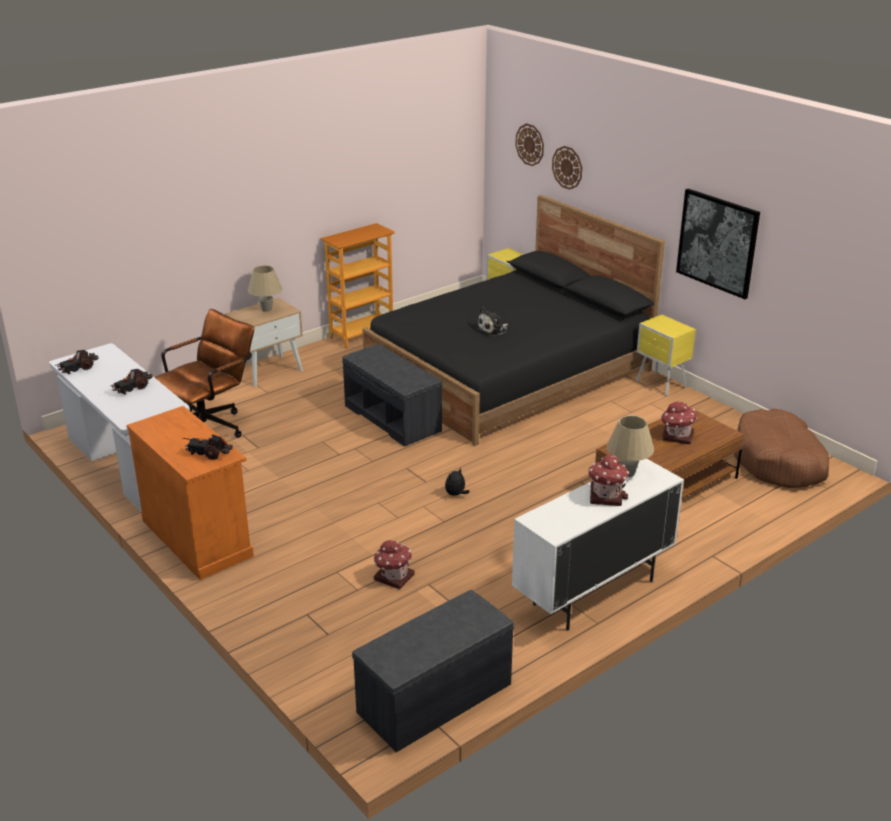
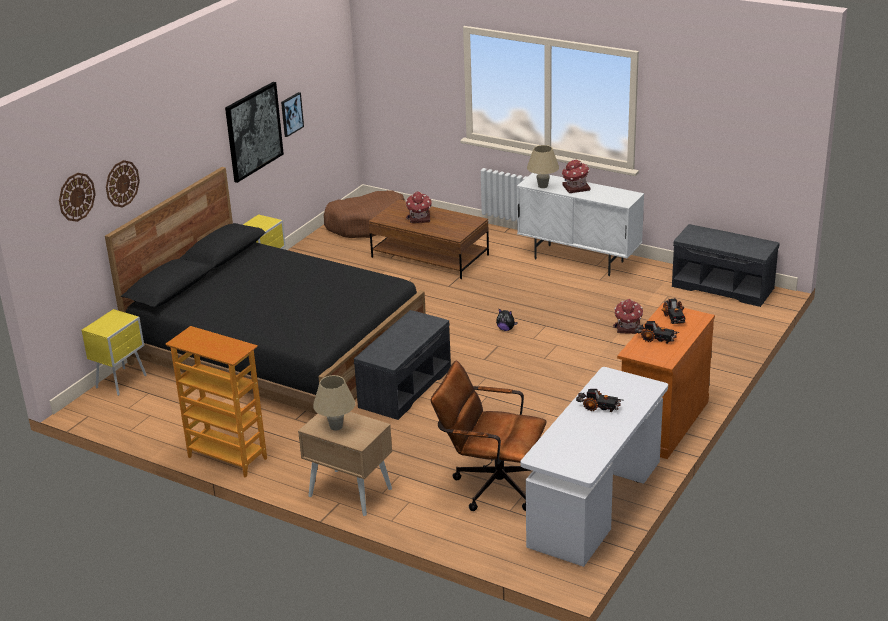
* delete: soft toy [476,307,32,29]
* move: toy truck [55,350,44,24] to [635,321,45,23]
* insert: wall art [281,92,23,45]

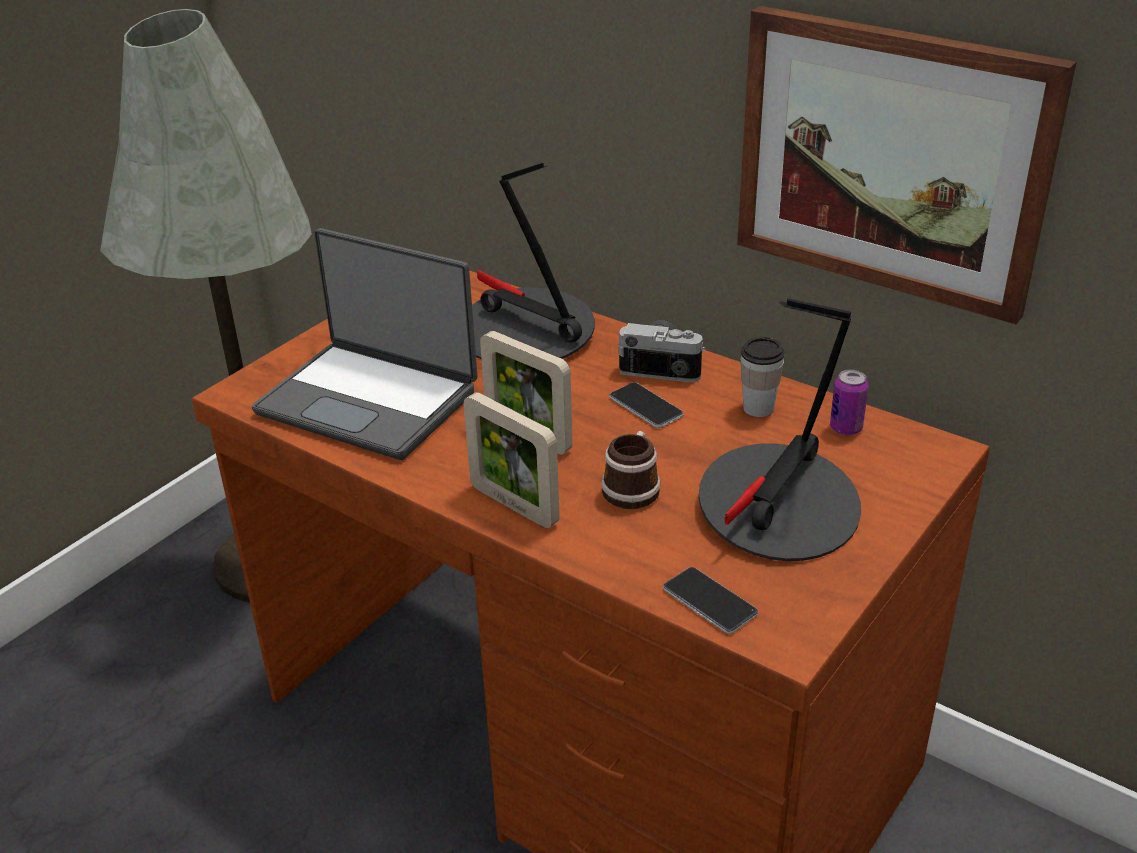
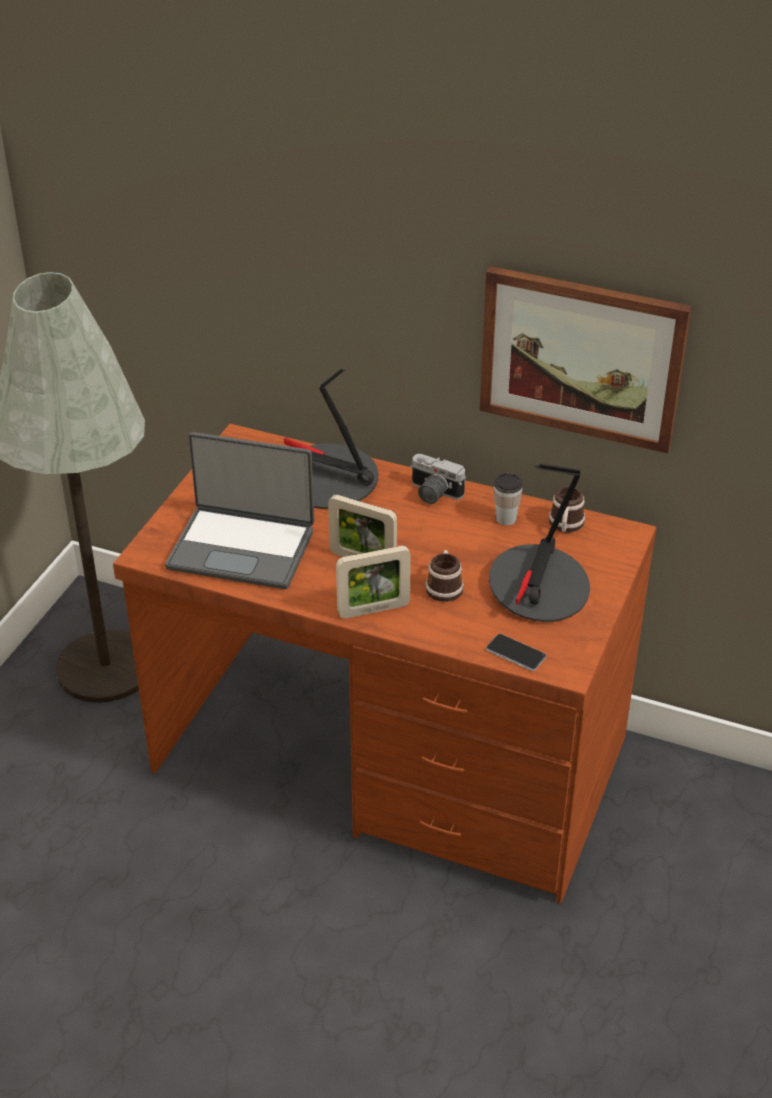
* rotate: photo camera [618,320,88,62] = [410,454,56,50] 150 degrees counterclockwise
* replace: metal can [830,369,39,66] to tea mug [549,487,36,46]
* delete: telephone [609,382,75,46]
* rotate: photo frame [464,392,96,136] = [336,546,75,73] 45 degrees counterclockwise

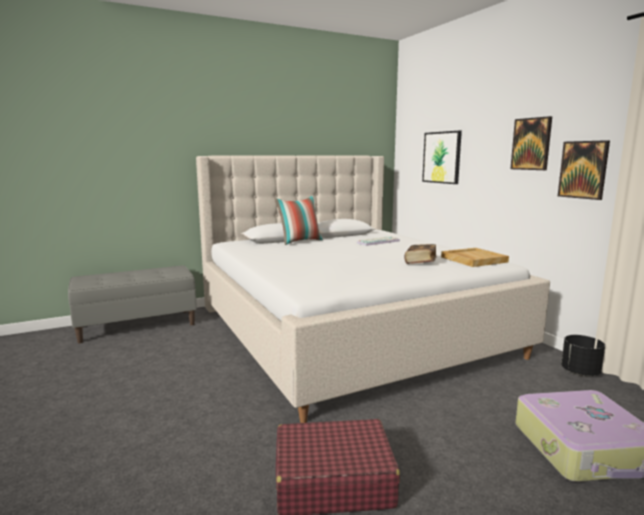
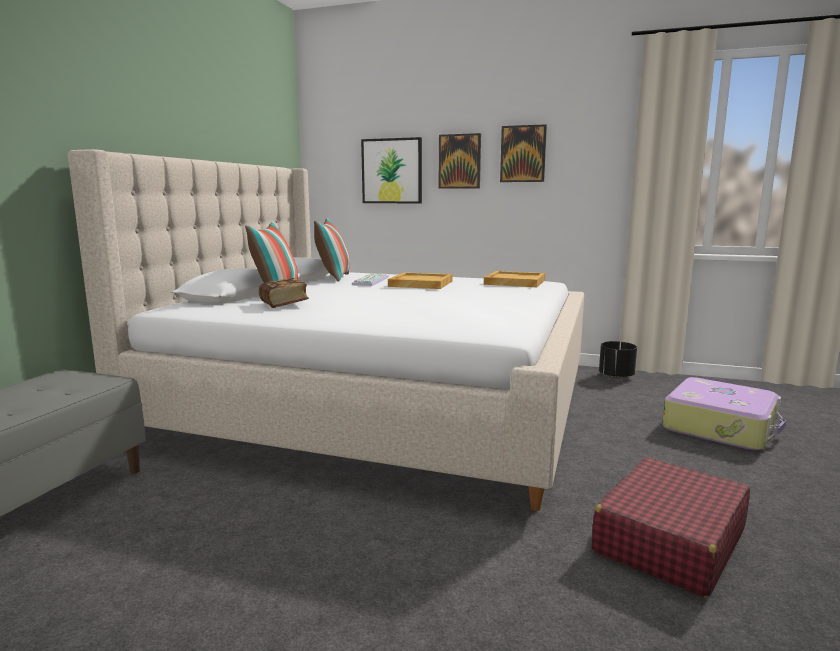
* move: wall art [558,140,52,60] to [439,133,42,56]
* move: volume [404,244,33,20] to [259,278,50,30]
* insert: pillow [314,218,36,64]
* insert: serving tray in beige-coloured [388,272,65,17]

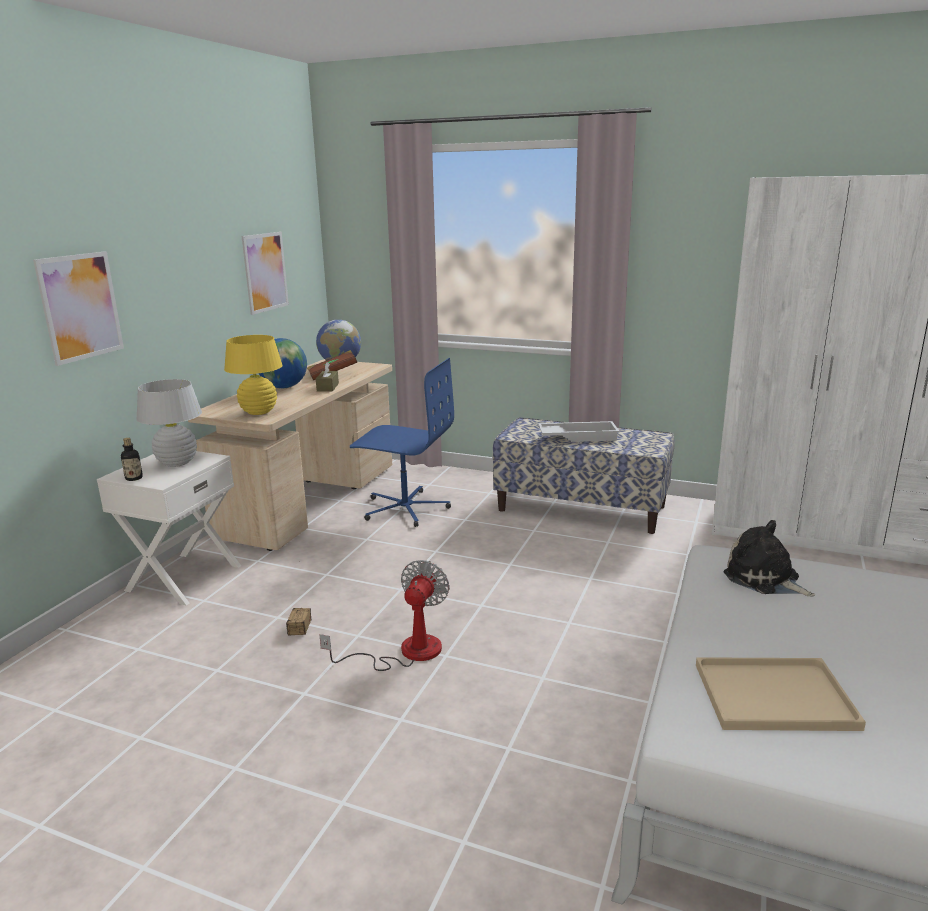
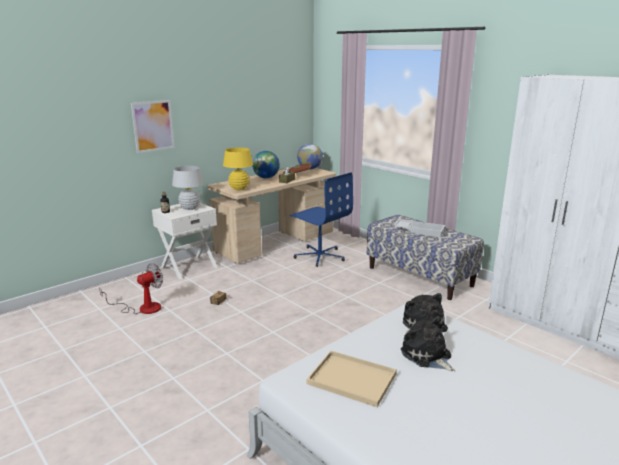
* delete: wall art [242,232,47,83]
* move: fan [319,560,131,111] to [99,263,64,51]
* insert: soft toy [401,316,54,55]

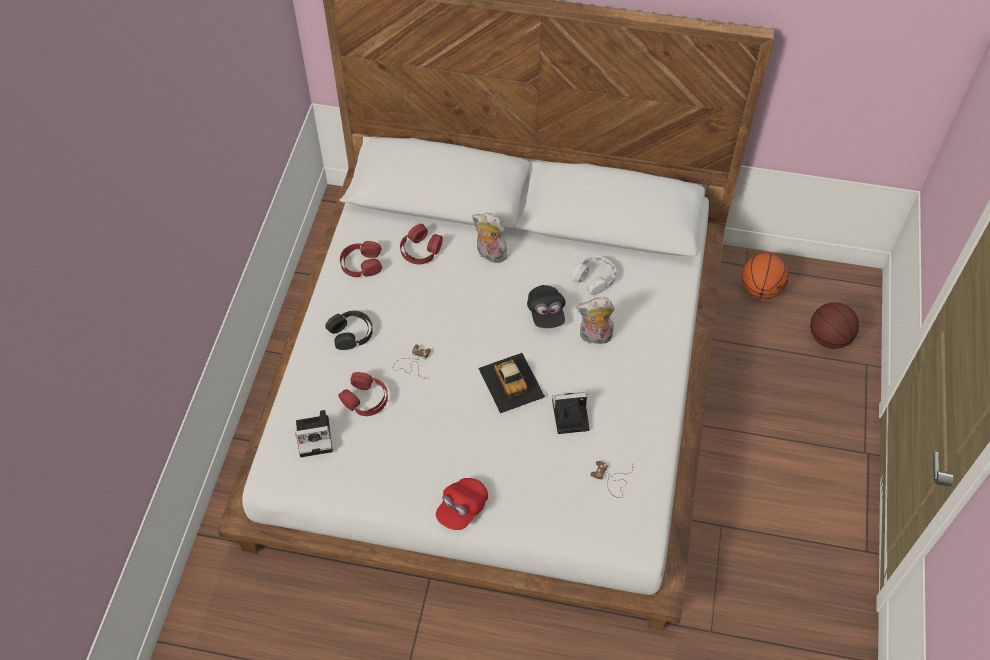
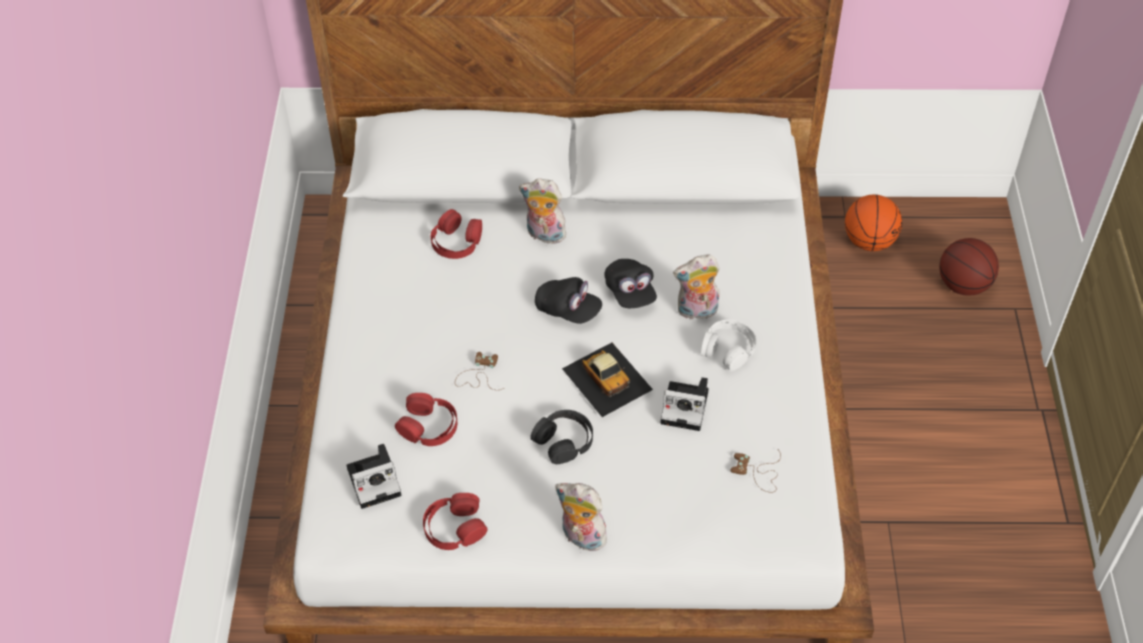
* move: pair of headphones in red [340,241,42,36] to [423,493,65,57]
* move: pair of headphones in whitish [572,256,44,39] to [701,320,56,51]
* move: pair of headphones in blackish [325,311,48,39] to [530,410,63,54]
* rotate: photo camera [552,392,38,42] = [661,377,48,54] 150 degrees counterclockwise
* replace: baseball cap in red [436,478,52,52] to soft toy [555,483,54,68]
* insert: baseball cap in blackish [535,277,67,47]

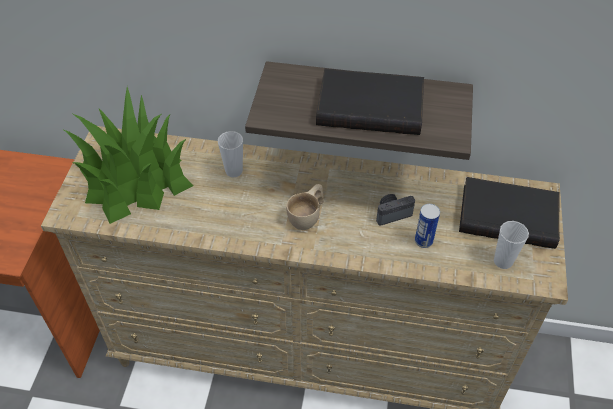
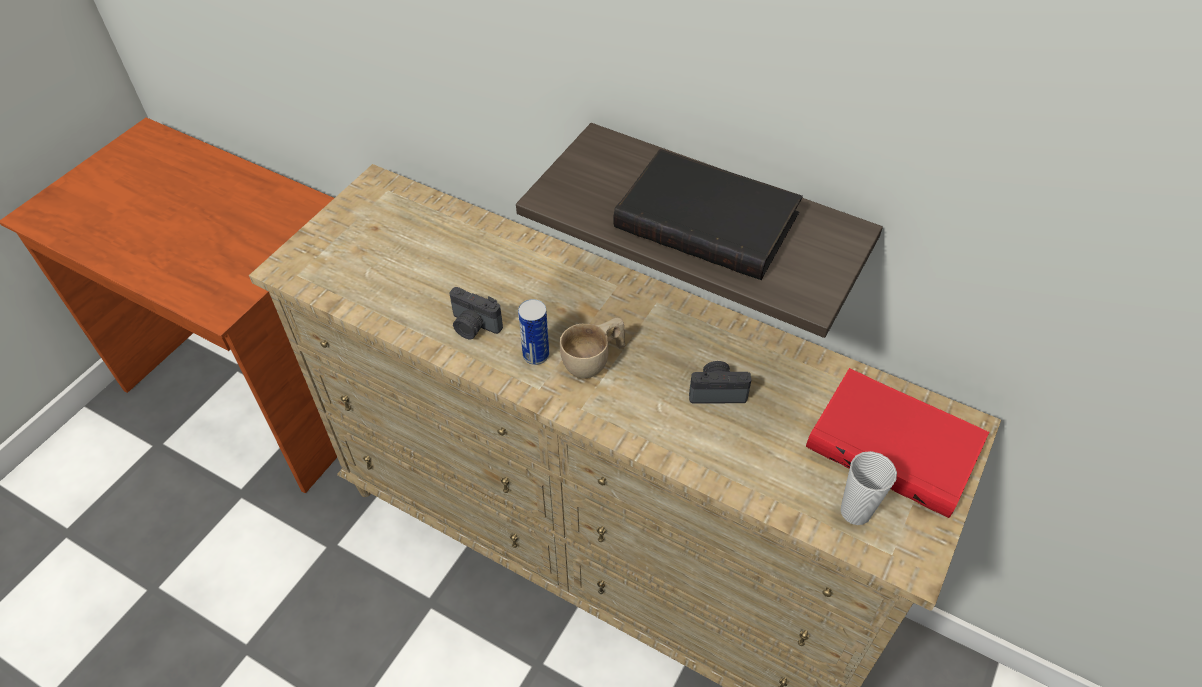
* delete: plant in a pot [64,87,129,137]
* delete: small cup [218,131,25,46]
* recolor: volume in blackish [459,177,101,72] to volume in red [806,368,183,150]
* move: metal can [415,204,25,44] to [518,299,31,66]
* insert: photo camera [449,287,54,52]

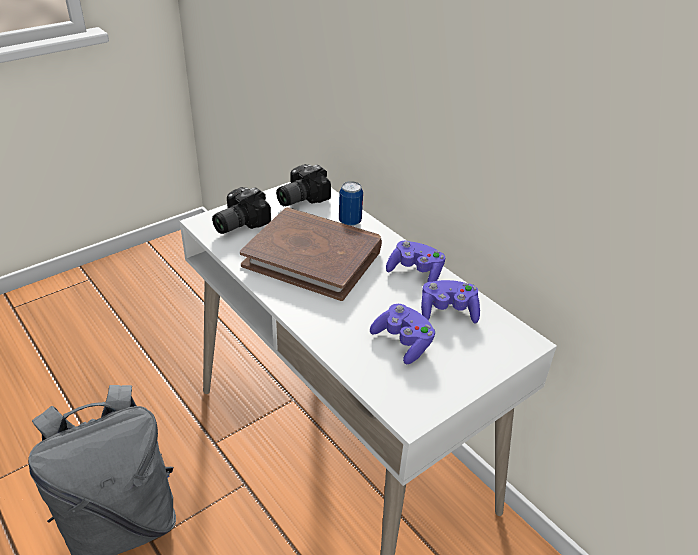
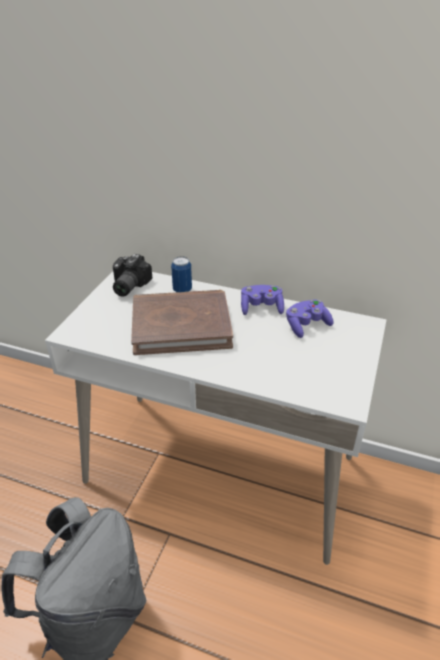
* delete: photo camera [212,187,59,47]
* delete: joypad in purple [370,304,65,60]

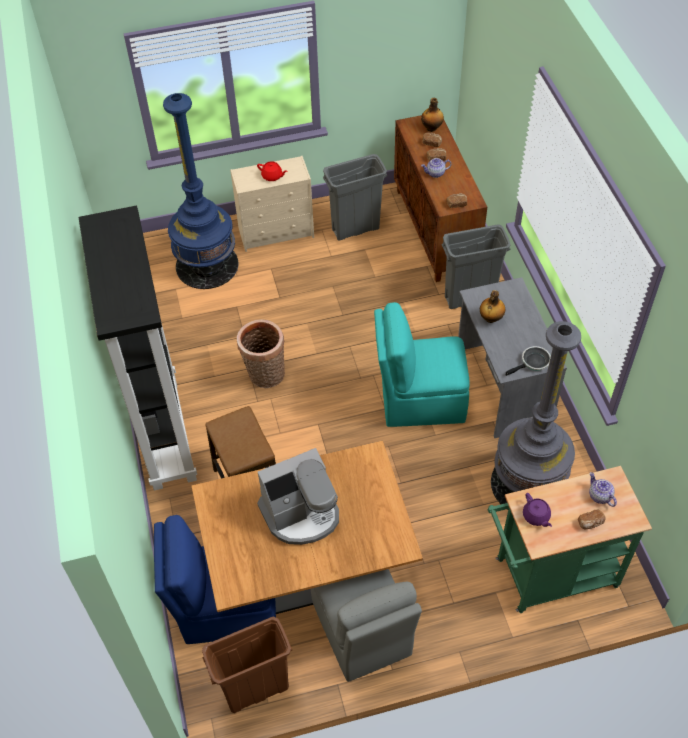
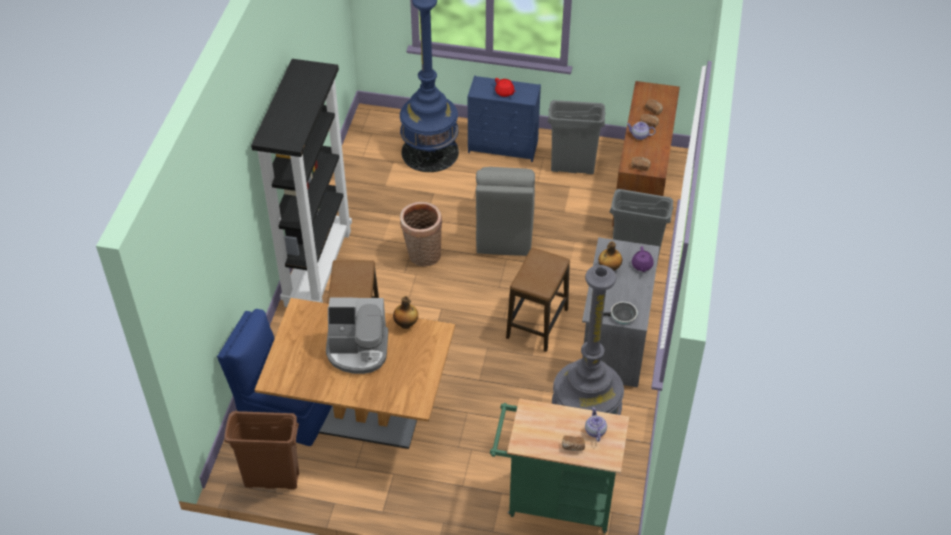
* move: beverage bottle [421,98,23,34] to [393,296,25,33]
* recolor: chest of drawers in beige-coloured [230,156,84,96] to chest of drawers in bluish [468,75,73,87]
* replace: chair in turquoise [374,302,96,125] to stool seat [506,247,64,105]
* move: tea pot in purple [523,493,29,34] to [632,246,22,26]
* move: chair in gray [311,569,111,113] to [476,167,59,89]

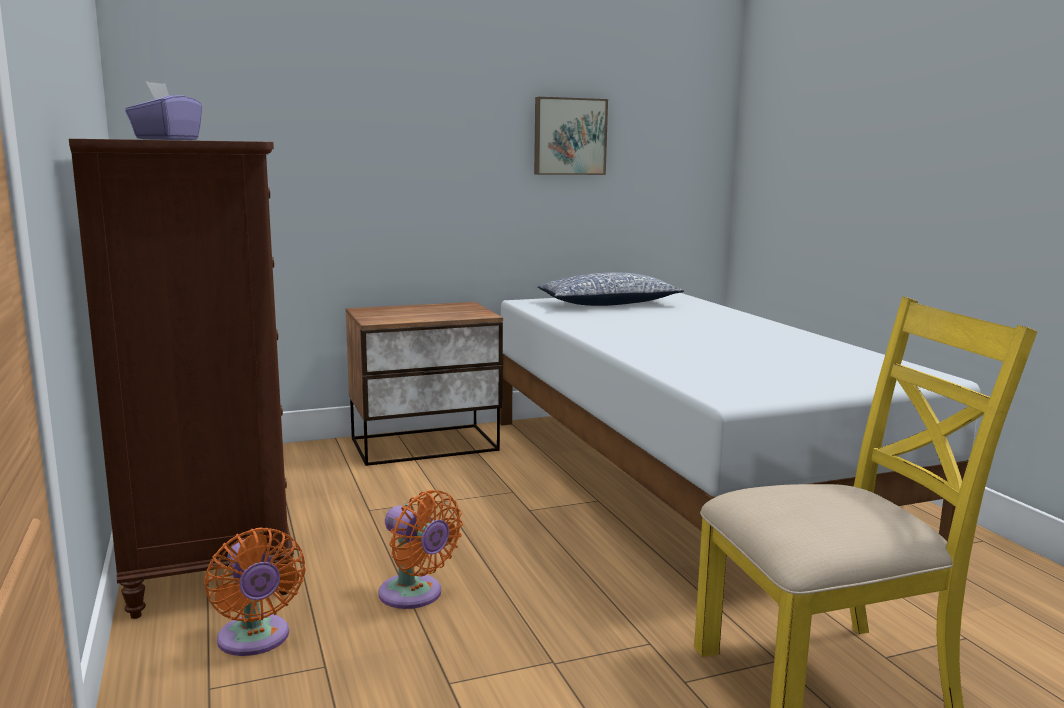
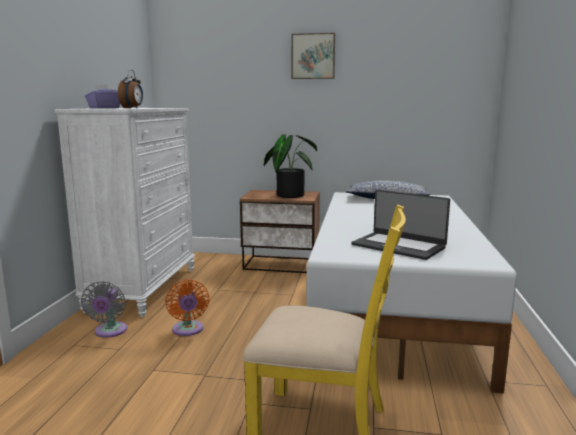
* move: wall art [534,97,74,78] to [291,33,44,46]
* recolor: chest of drawers in brown-coloured [69,139,225,480] to chest of drawers in whitish [55,108,140,209]
* recolor: fan in orange-coloured [204,527,102,129] to fan in gray [81,281,46,57]
* insert: alarm clock [118,70,25,38]
* insert: plant in a pot [264,134,53,64]
* insert: portable computer [351,190,99,70]

